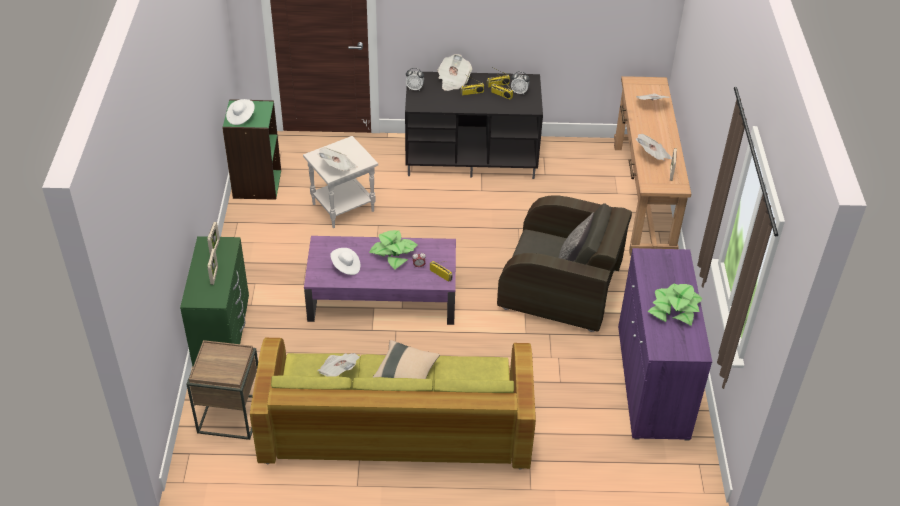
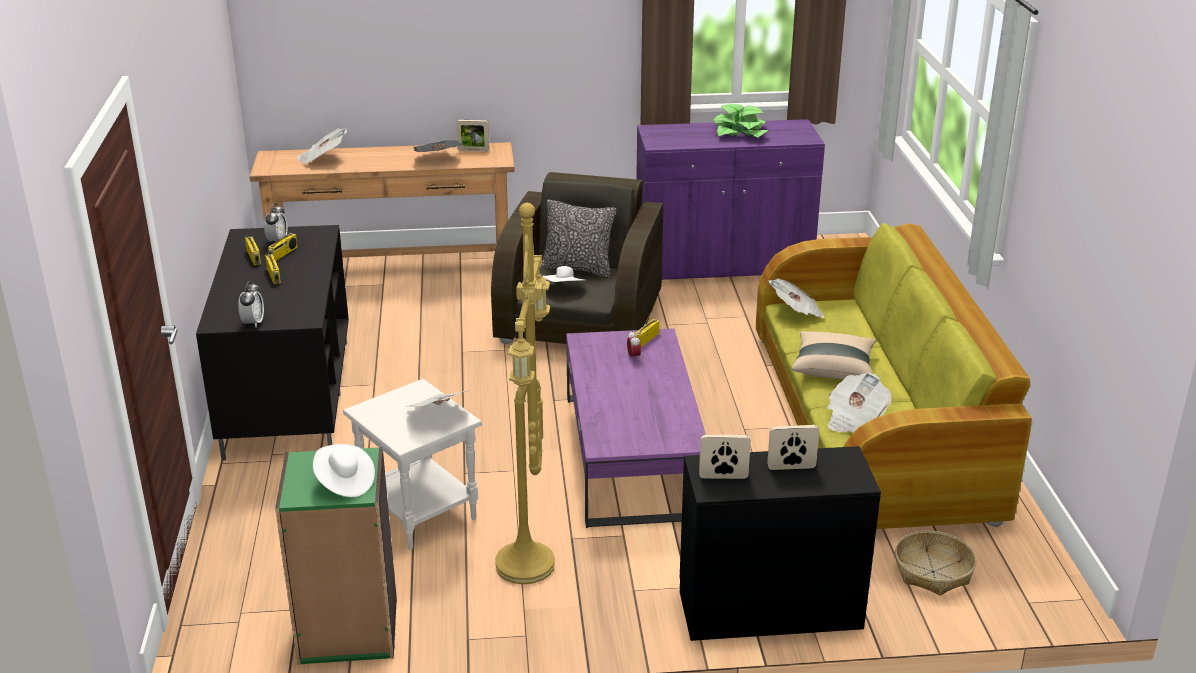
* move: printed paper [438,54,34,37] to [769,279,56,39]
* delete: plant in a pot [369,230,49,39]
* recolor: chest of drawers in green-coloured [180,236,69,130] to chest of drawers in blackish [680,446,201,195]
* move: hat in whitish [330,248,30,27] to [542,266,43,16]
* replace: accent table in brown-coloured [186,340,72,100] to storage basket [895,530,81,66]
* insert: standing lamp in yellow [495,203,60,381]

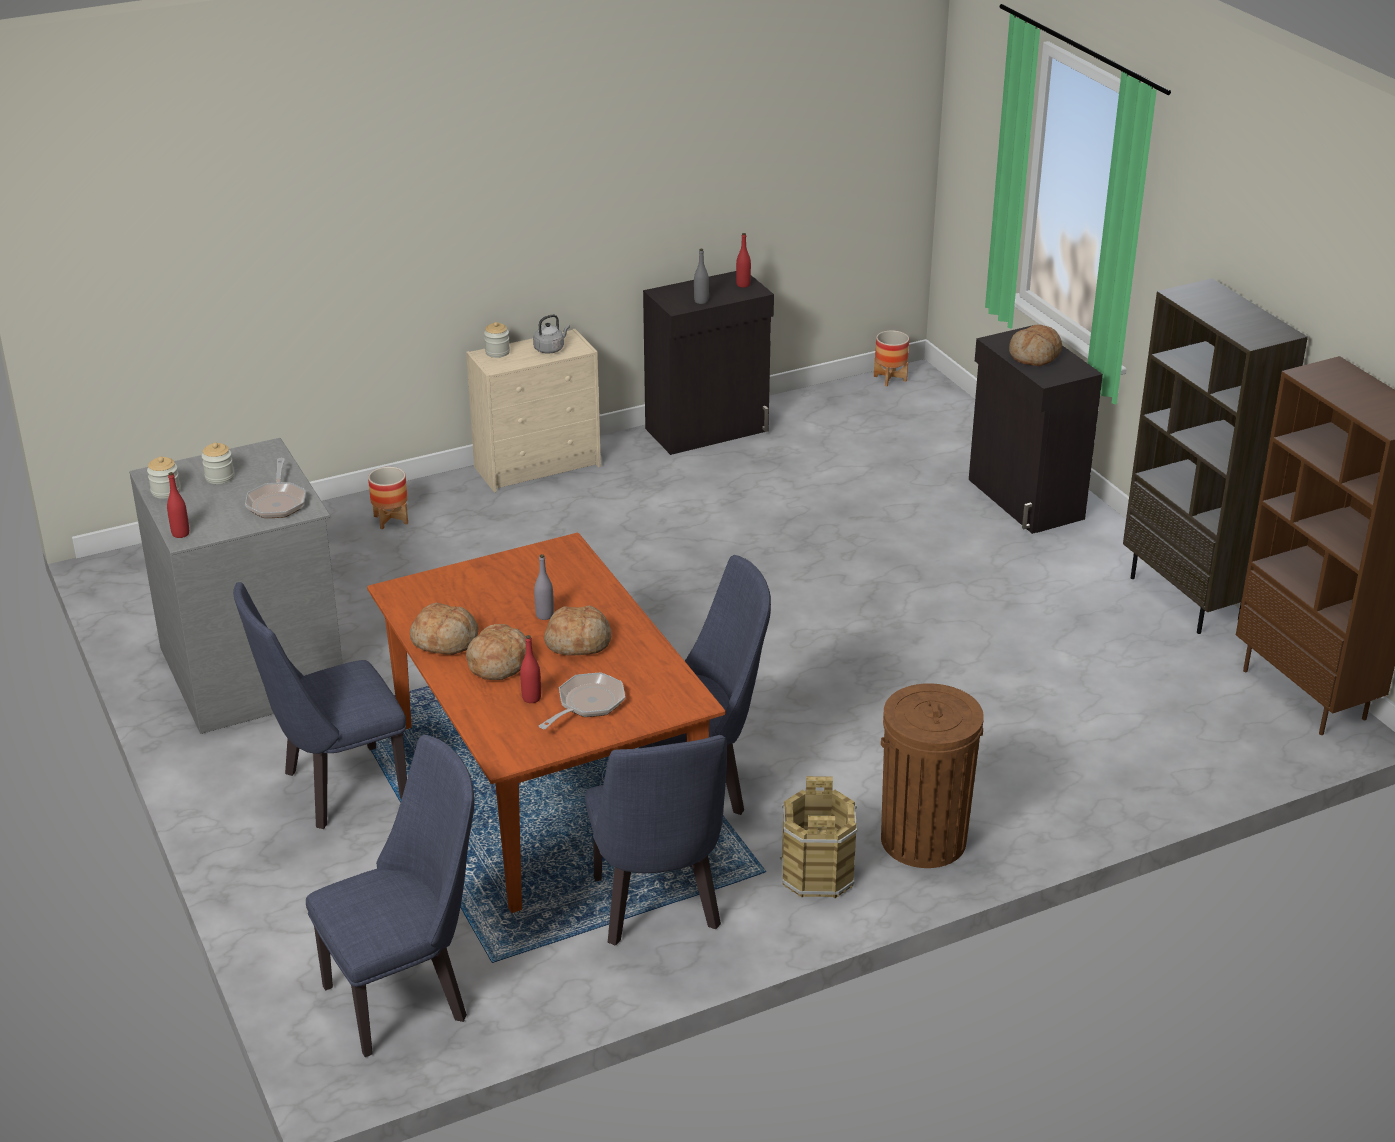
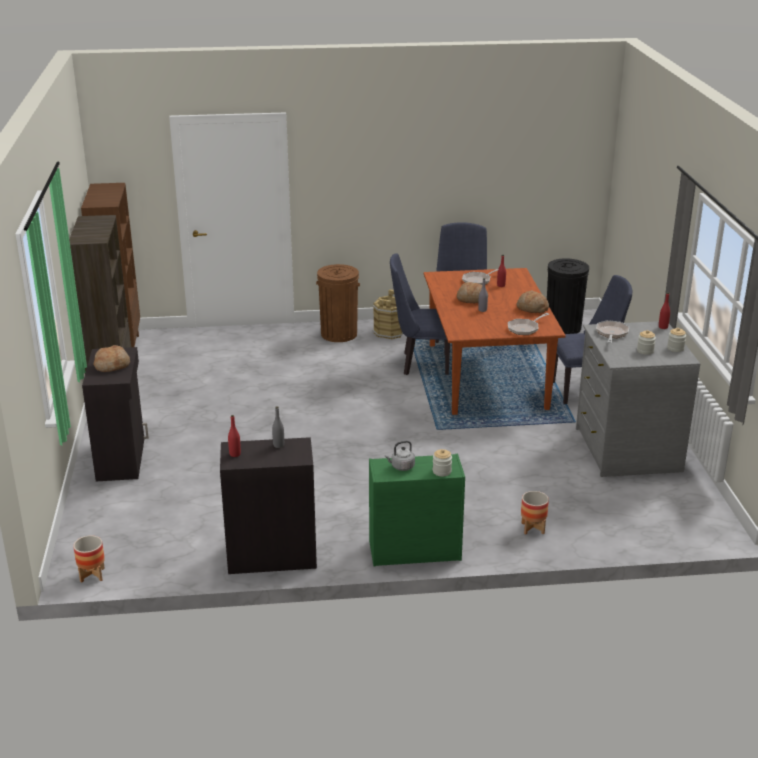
* recolor: chest of drawers in beige-coloured [466,329,135,163] to chest of drawers in green-coloured [369,454,96,112]
* delete: bakery bread [466,624,60,56]
* replace: chair in bluish [306,735,169,322] to trash can in blackish [547,258,42,76]
* insert: frying pan [508,313,41,22]

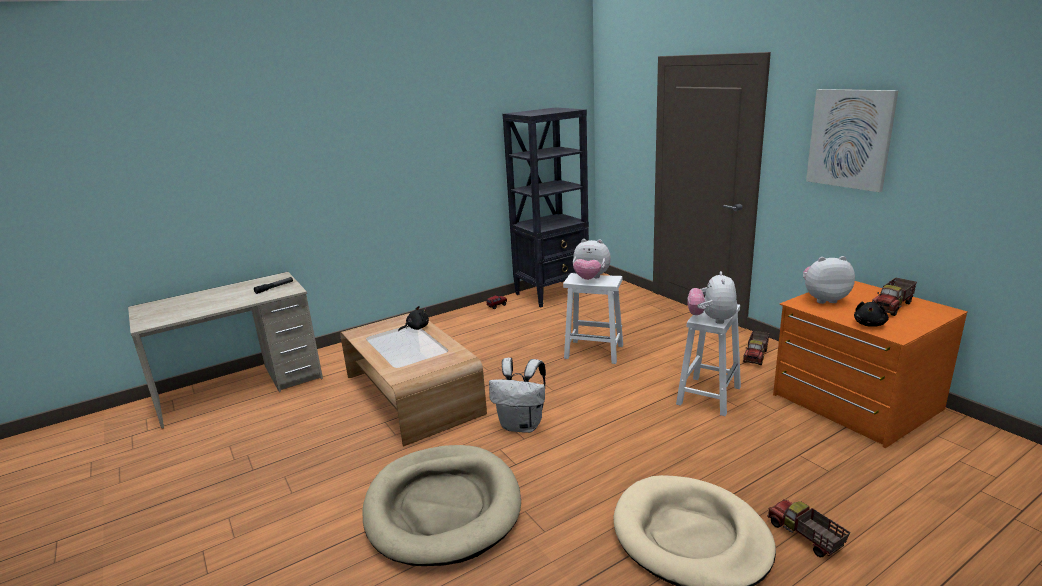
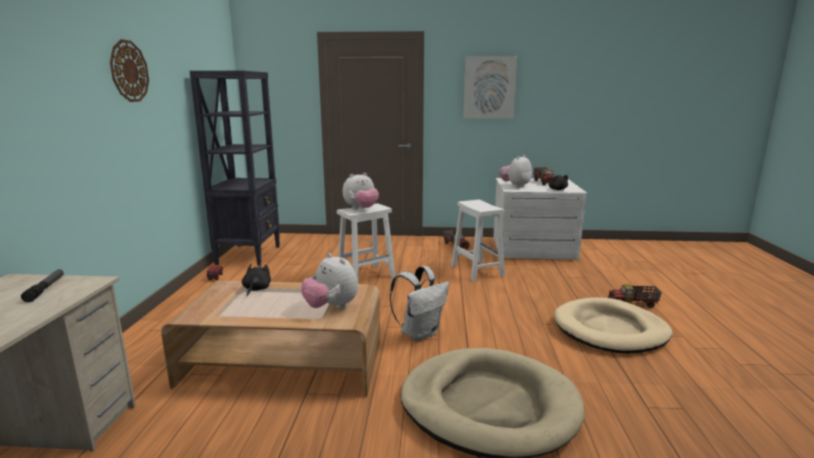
* move: soft toy [687,271,50,53] to [301,253,57,56]
* recolor: chest of drawers in orange-coloured [773,281,195,167] to chest of drawers in whitish [493,178,94,82]
* insert: hanging clock [110,39,39,63]

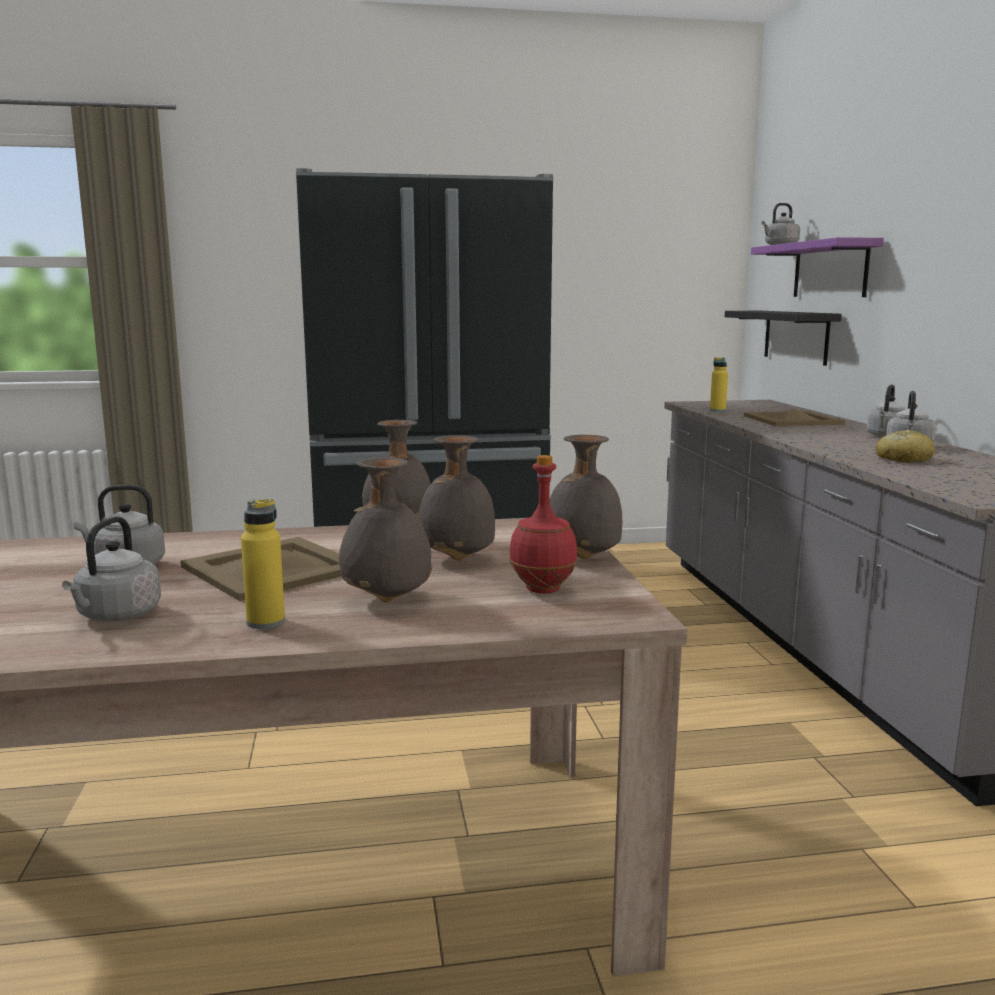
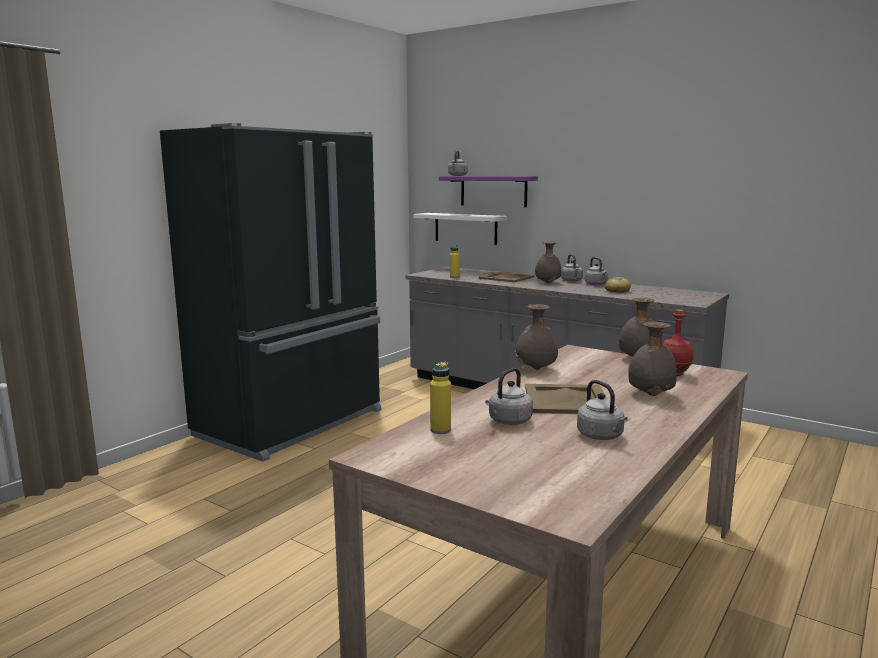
* recolor: bracket shelf in blackish [725,311,117,55] to bracket shelf in whitish [413,213,94,32]
* move: vase in gray [418,435,77,126] to [535,242,26,41]
* move: beverage bottle in yellow [241,499,44,130] to [430,362,21,72]

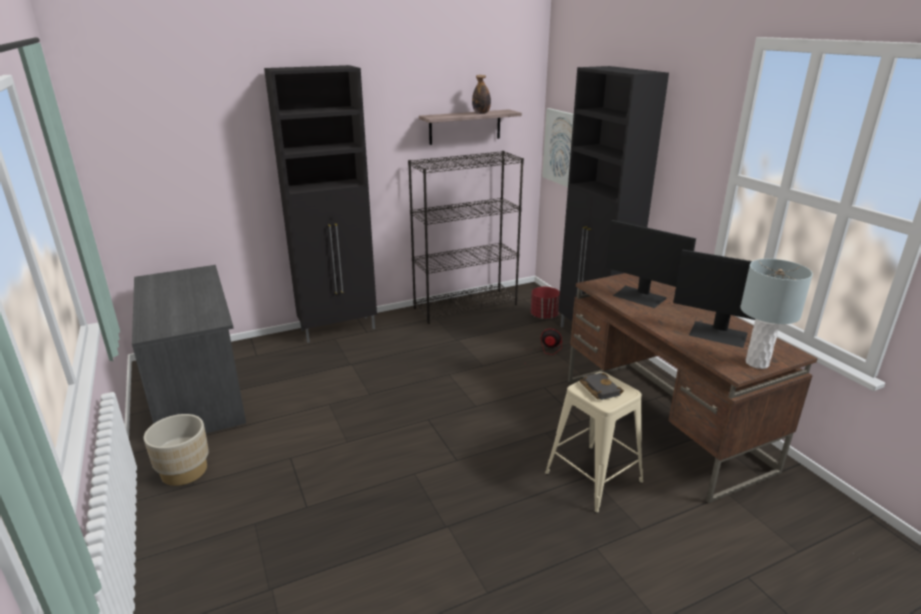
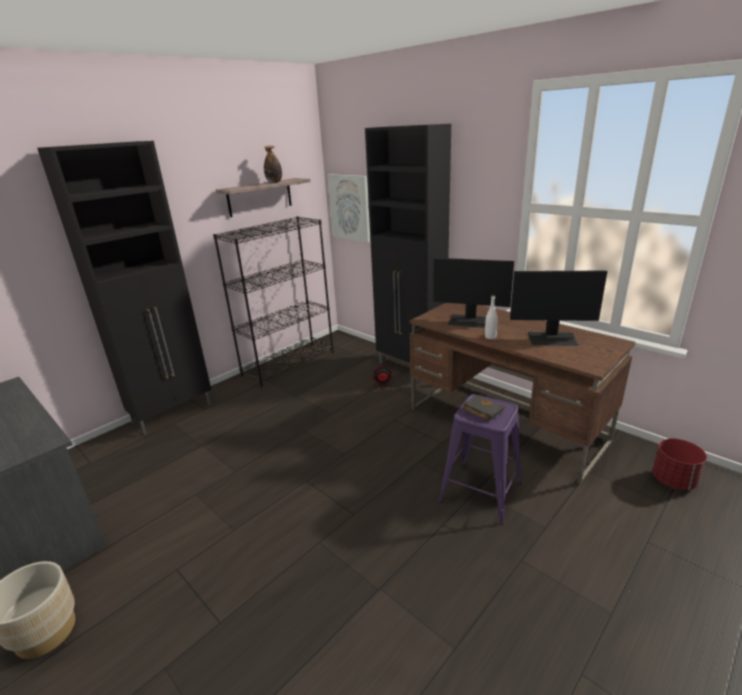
* delete: lamp for a table in gray [740,259,73,110]
* move: planter in red [531,287,29,32] to [652,438,55,52]
* recolor: stool seat in beige-coloured [545,372,98,141] to stool seat in purple [439,394,83,131]
* insert: beverage bottle in whitish [485,295,13,44]

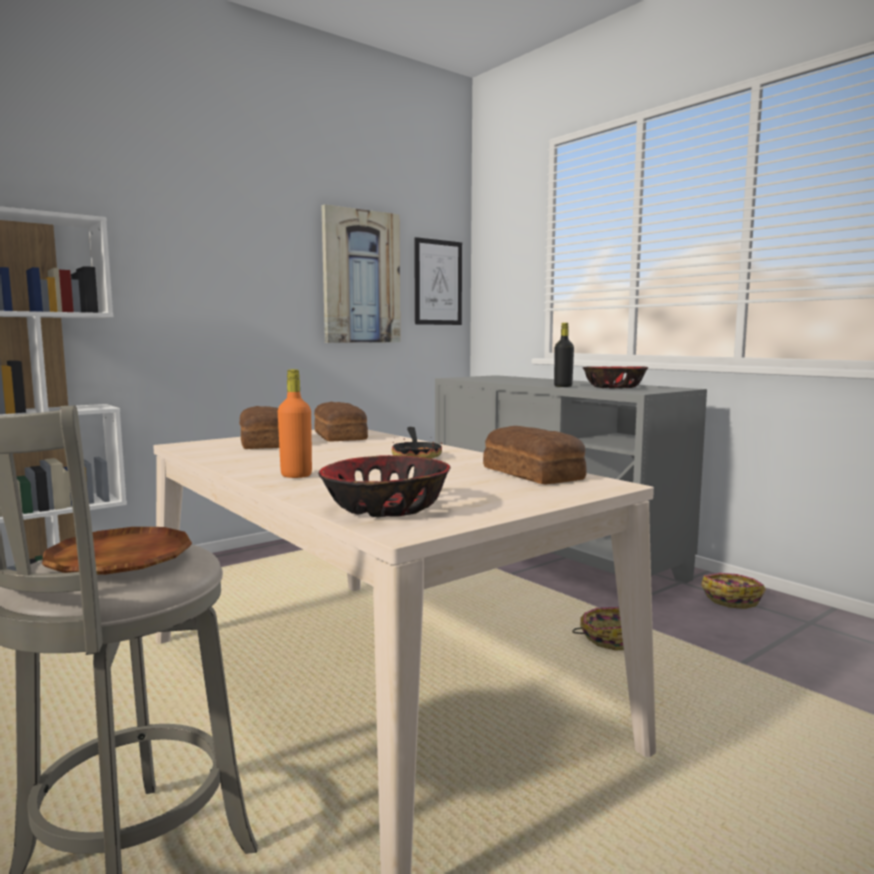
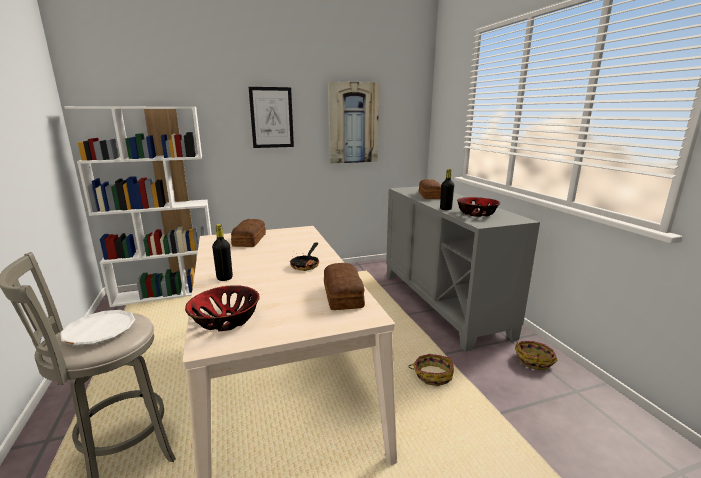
* move: wall art [414,237,48,88] to [249,87,45,61]
* recolor: beverage bottle in orange-coloured [278,369,34,109] to beverage bottle in blackish [212,224,21,57]
* move: bakery bread [314,402,54,40] to [419,179,22,20]
* recolor: flat dish in brown-coloured [42,527,150,48] to flat dish in whitish [60,310,75,36]

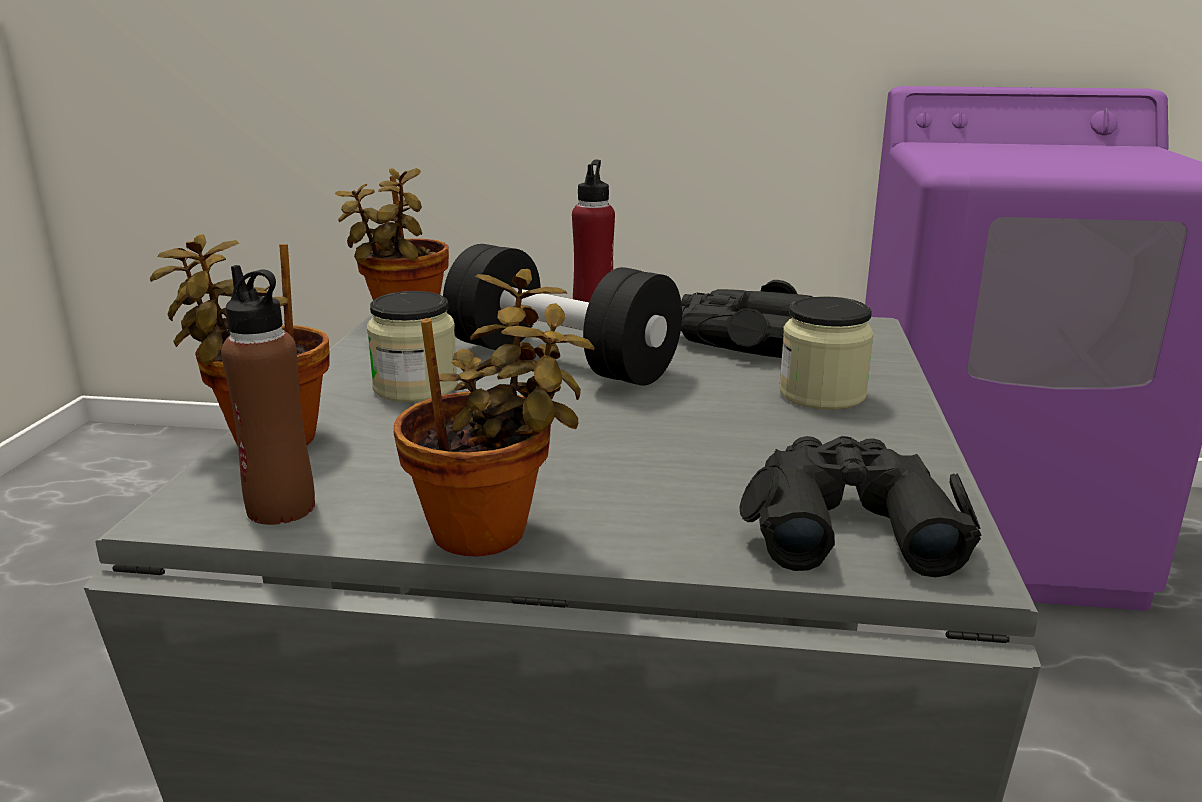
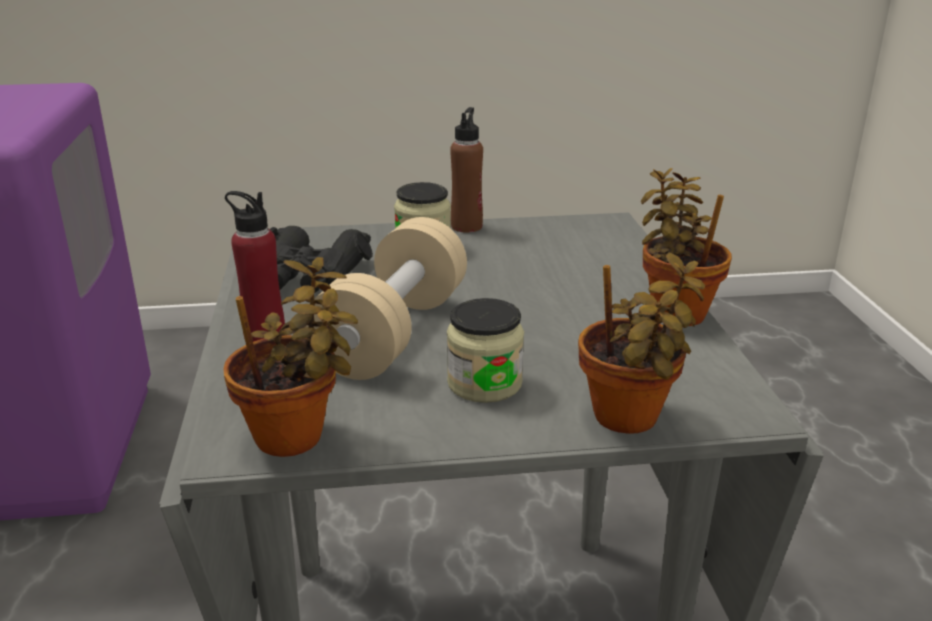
* recolor: dumbbell in blackish [443,244,239,142] to dumbbell in beige-coloured [306,217,161,163]
* move: beverage bottle in brown-coloured [221,265,94,260] to [450,107,33,125]
* delete: binoculars in blackish [739,436,243,141]

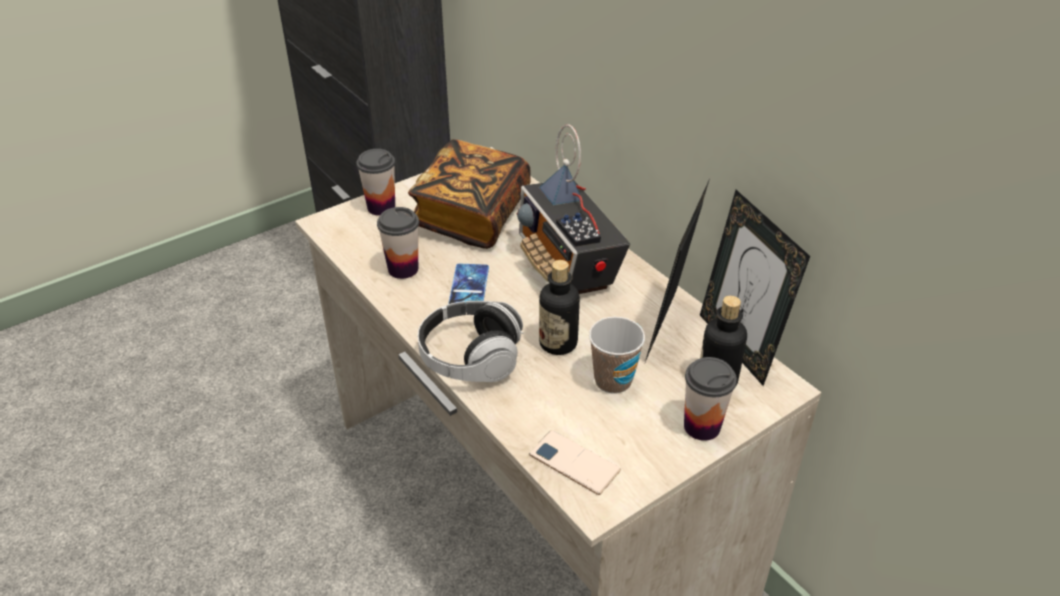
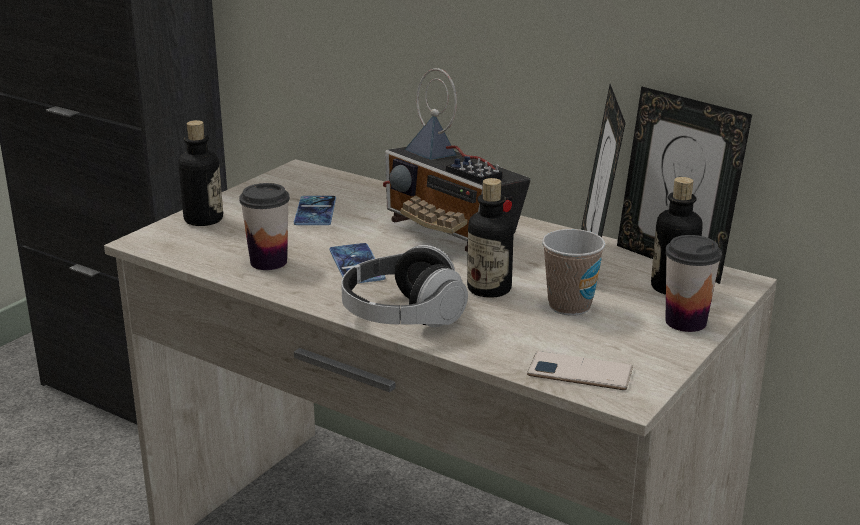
* replace: volume [408,139,123,110] to telephone [294,196,42,29]
* replace: small cup [356,149,39,67] to beverage bottle [178,120,45,106]

